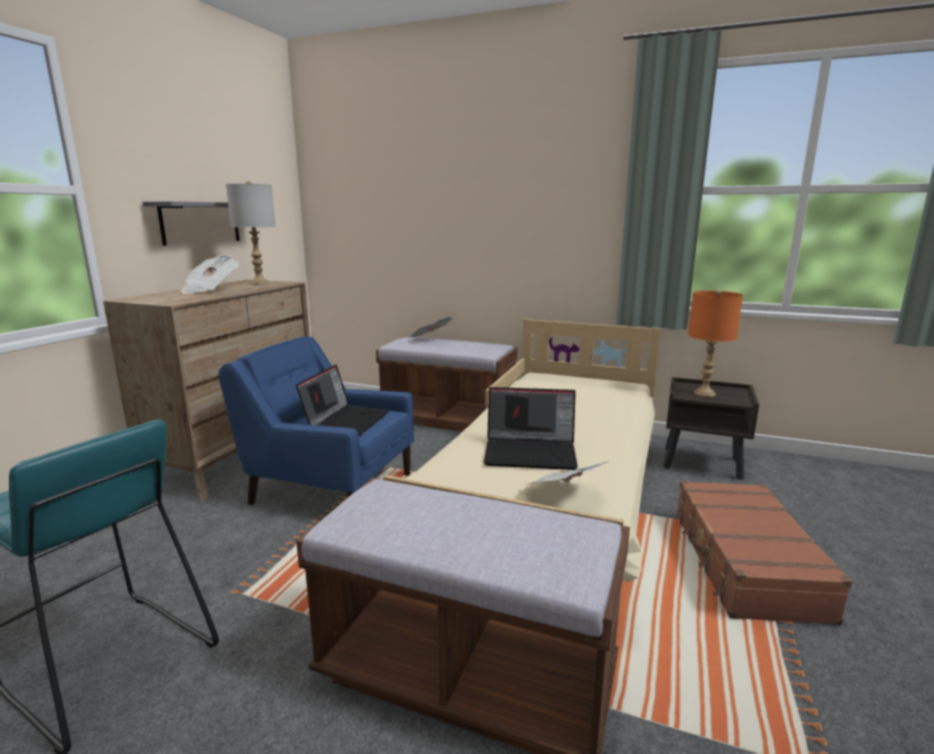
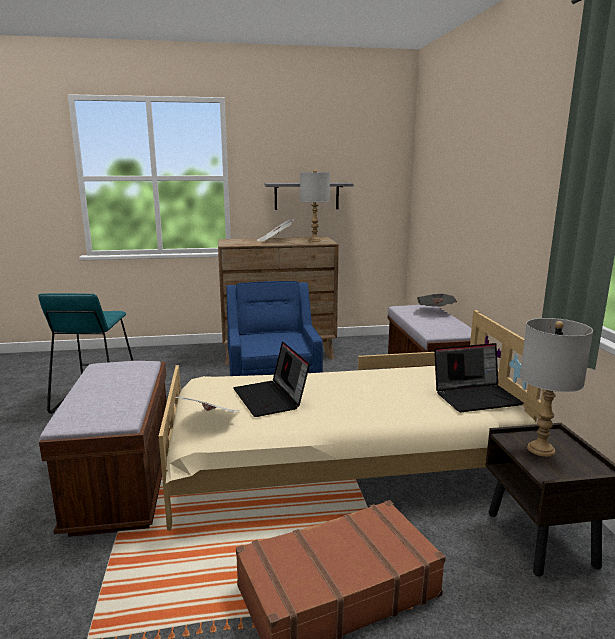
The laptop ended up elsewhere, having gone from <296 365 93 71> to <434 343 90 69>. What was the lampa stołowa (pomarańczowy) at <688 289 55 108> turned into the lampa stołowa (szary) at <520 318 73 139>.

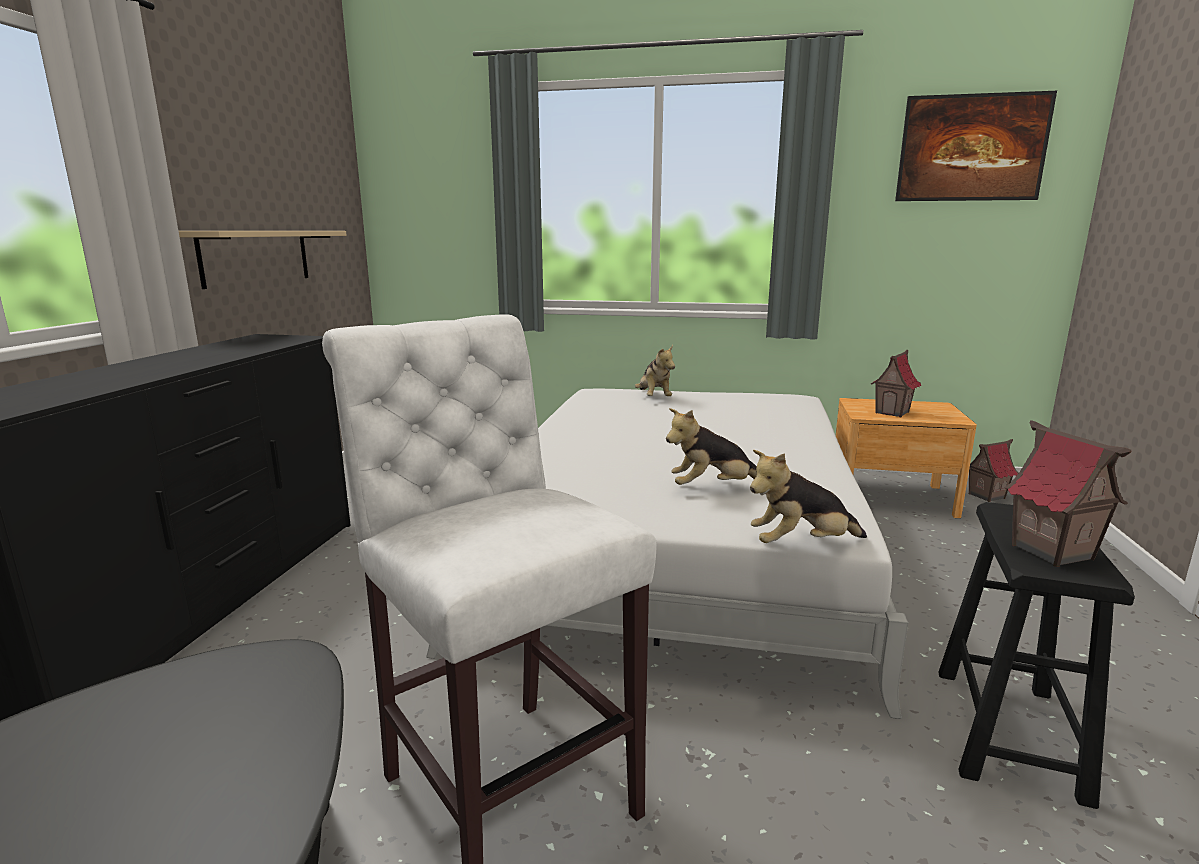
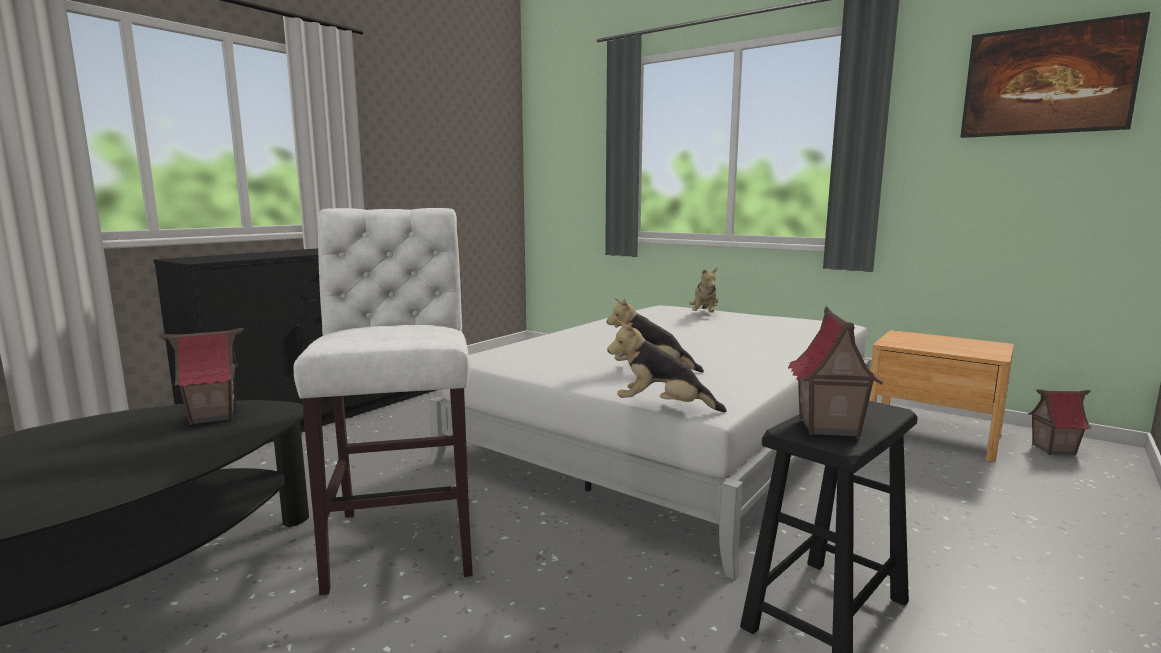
The second view lost the półka (beżowy) at <179 231 168 58>. The domek ended up elsewhere, having gone from <871 350 50 67> to <159 328 85 97>.

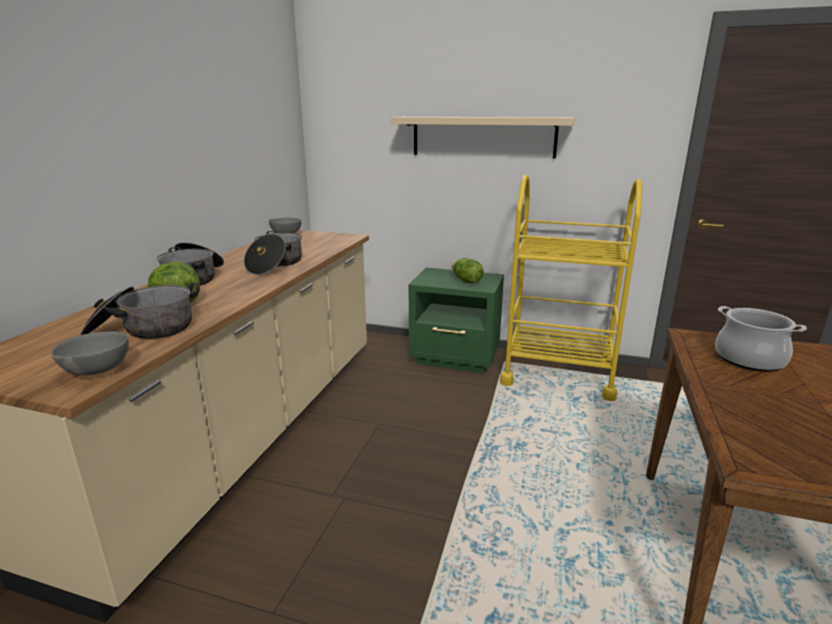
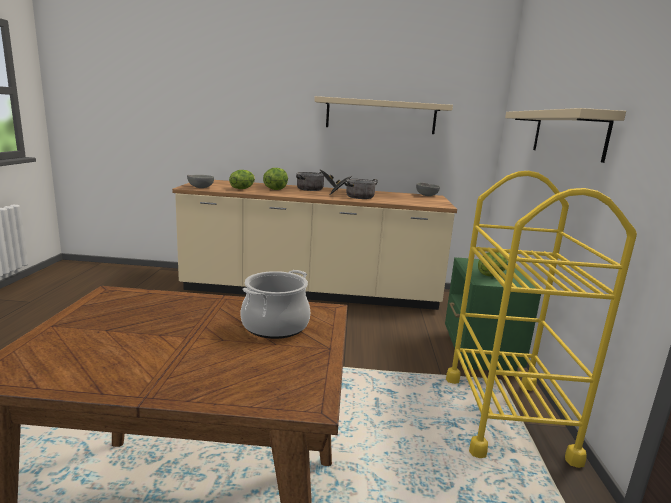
The second view gained the półka (beżowy) at <314 96 139 38>. Where the garnek stood at <81 282 118 57>, the sałata came to stand at <229 170 26 19>.

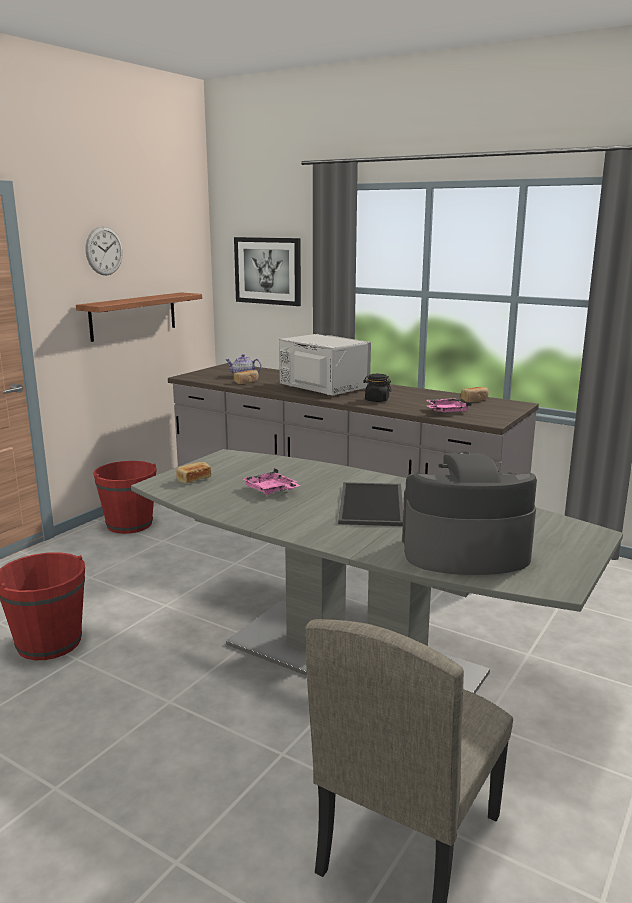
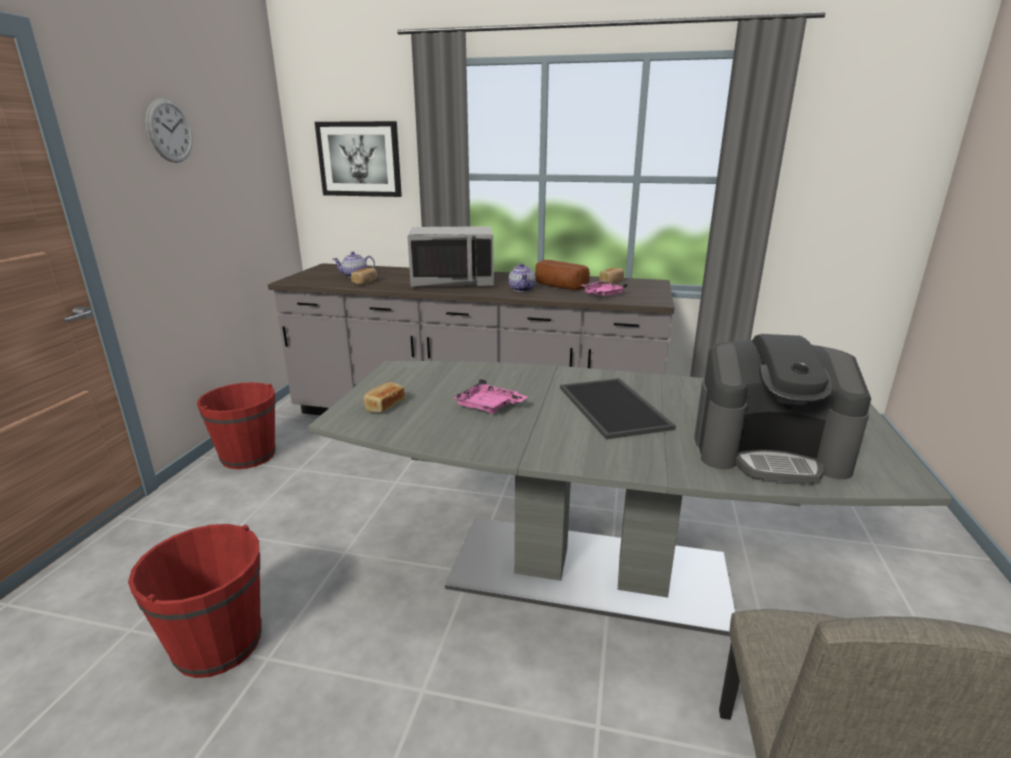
The second view lost the półka at <76 292 126 50>. The second view gained the chleb at <535 260 55 30>. Where the słoik (czarny) stood at <363 374 29 28>, the imbryk came to stand at <509 263 27 29>. The mikrofalówka (szary) at <279 334 92 62> ended up facing another way, 150 degrees clockwise from before. The ekspres do kawy at <402 452 135 123> ended up facing another way, 150 degrees counterclockwise from before.

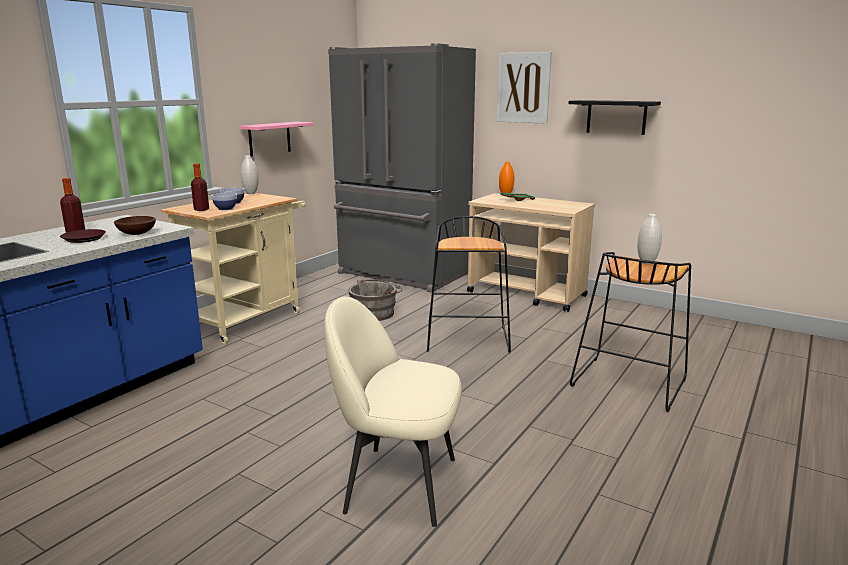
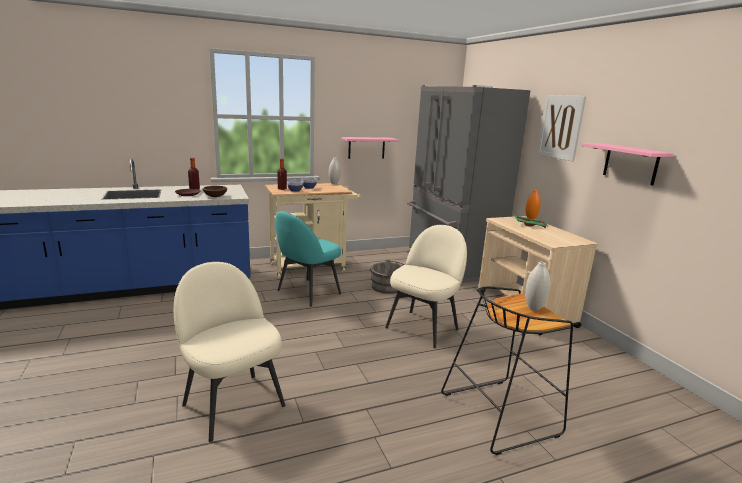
The second view gained the krzesło (turkusowy) at <276 211 65 96>. Where the stołek (czarny) stood at <427 216 84 137>, the krzesło (beżowy) came to stand at <385 225 82 123>. What was the półka (czarny) at <569 100 92 35> turned into the półka (różowy) at <581 143 93 42>.

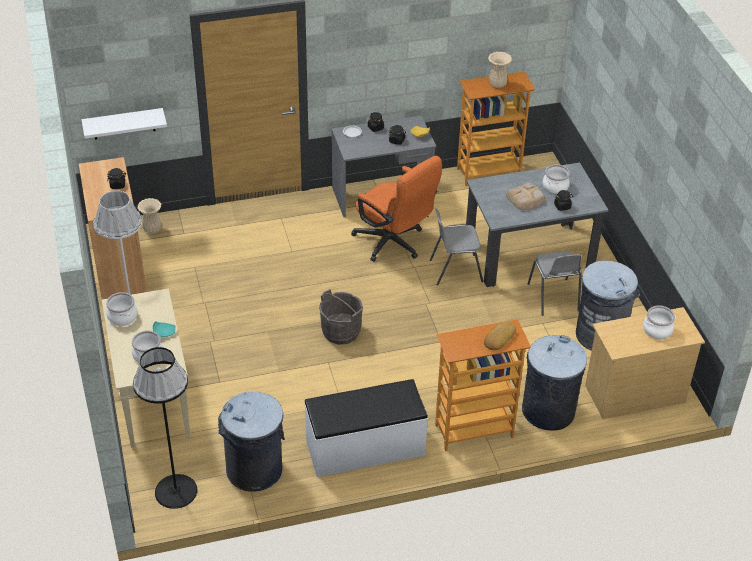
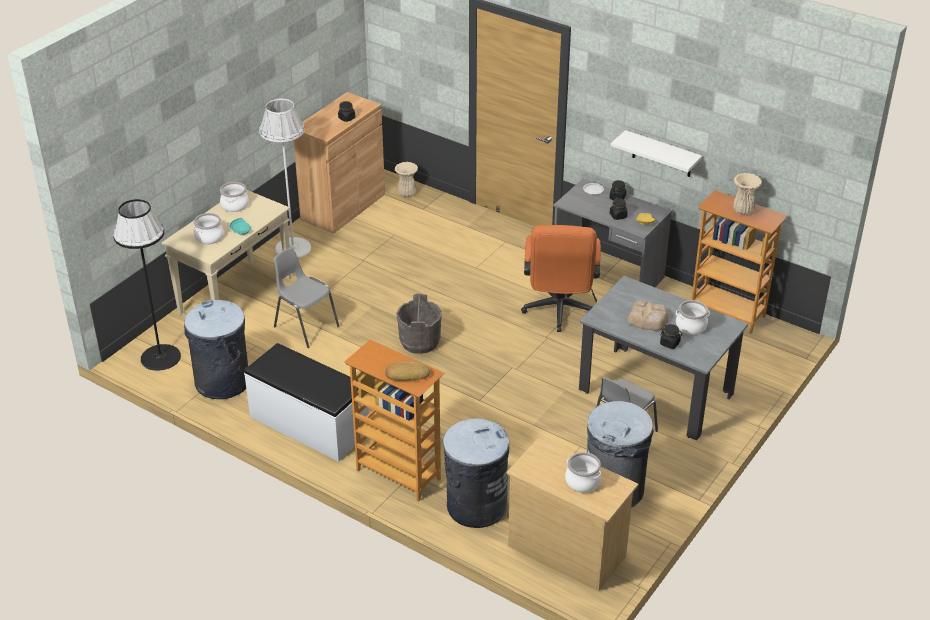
The półka (biały) ended up elsewhere, having gone from <81 108 86 32> to <611 130 91 47>. The krzesło (szary) ended up elsewhere, having gone from <430 209 53 77> to <274 248 66 100>.

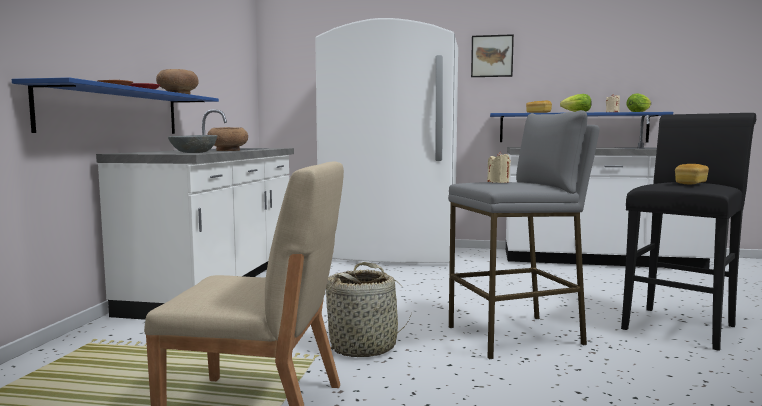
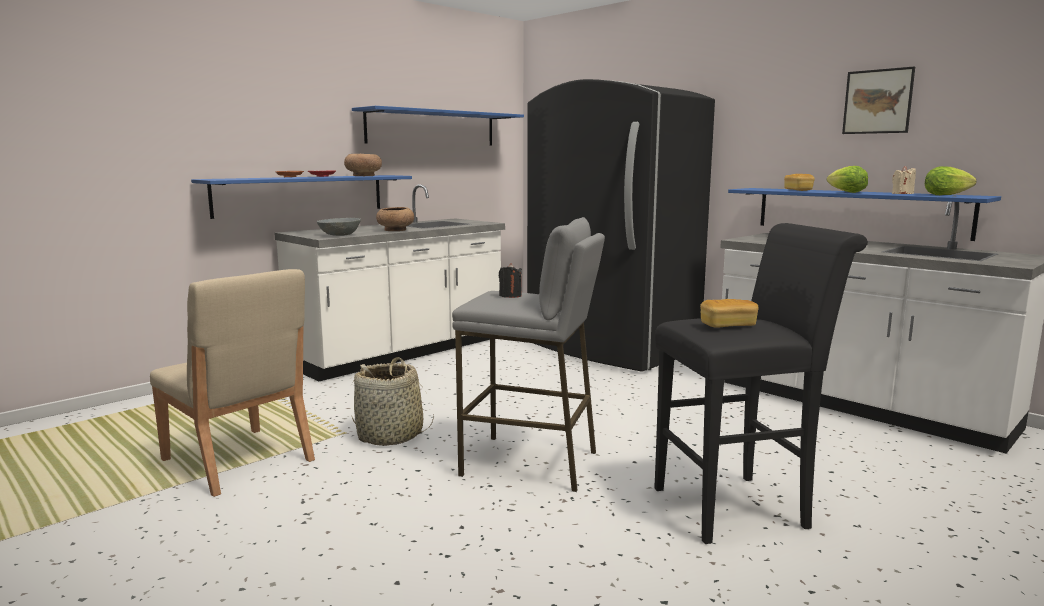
The second view gained the półka (niebieski) at <352 106 172 40>. The obraz ended up elsewhere, having gone from <471 34 43 43> to <842 67 73 67>. What was the lodówka (biały) at <315 18 143 245> turned into the lodówka (czarny) at <527 79 188 293>. What was the świeca (beżowy) at <487 152 24 31> turned into the świeca (czarny) at <499 263 23 35>.

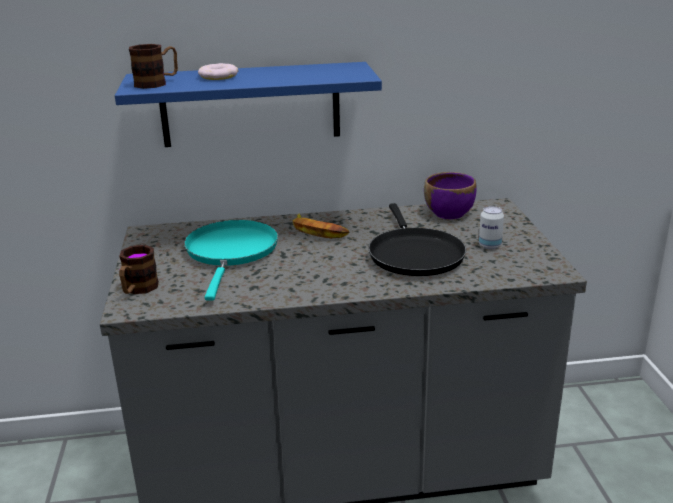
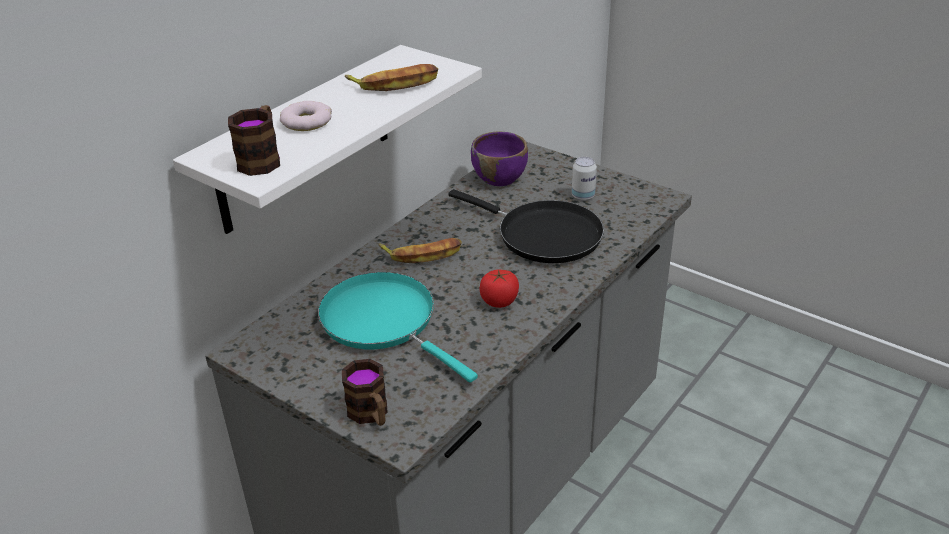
The second view gained the banan at <345 64 93 27>. The second view gained the pomidor at <480 270 39 38>. What was the półka (niebieski) at <115 62 267 85> turned into the półka (biały) at <173 45 309 189>.

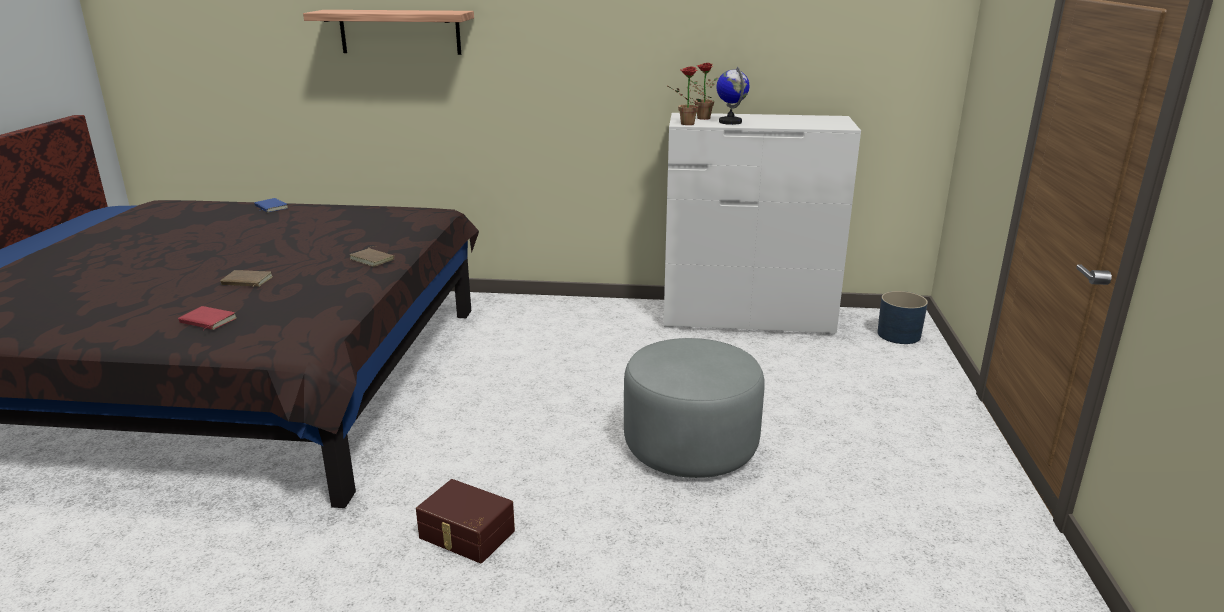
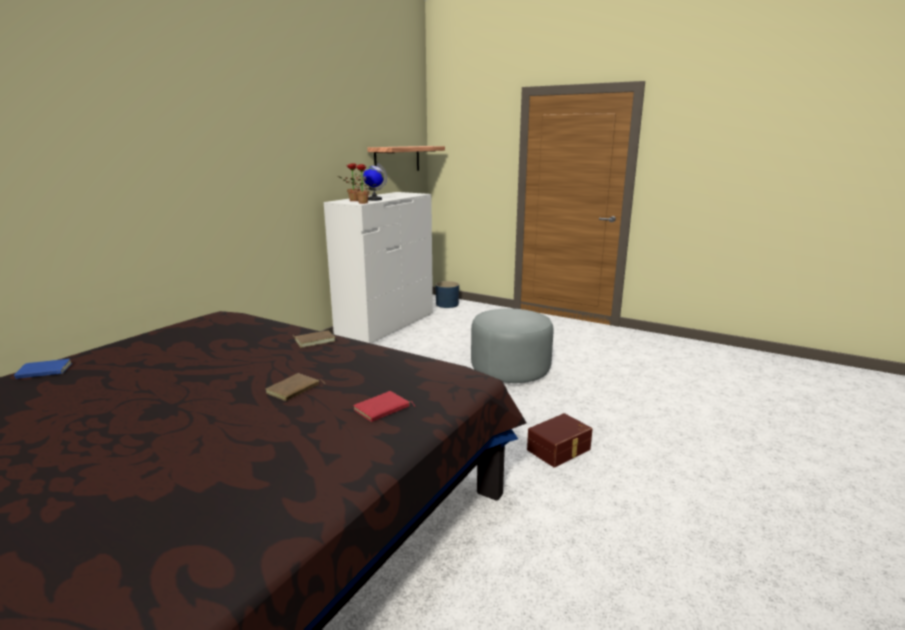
The półka ended up elsewhere, having gone from <303 10 171 45> to <367 146 78 25>.

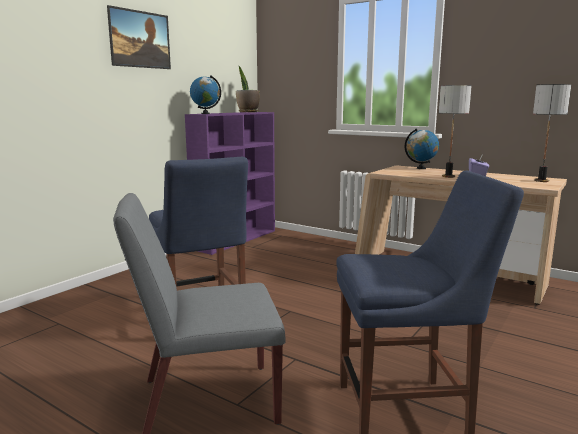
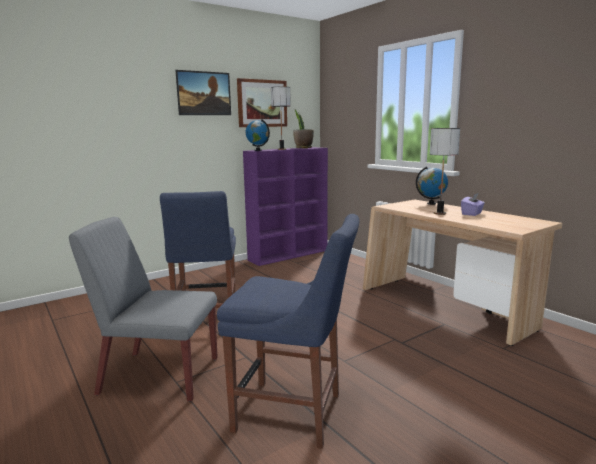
The second view gained the obraz at <237 78 50 49>. The lampa stołowa ended up elsewhere, having gone from <533 84 39 98> to <271 87 20 63>.

